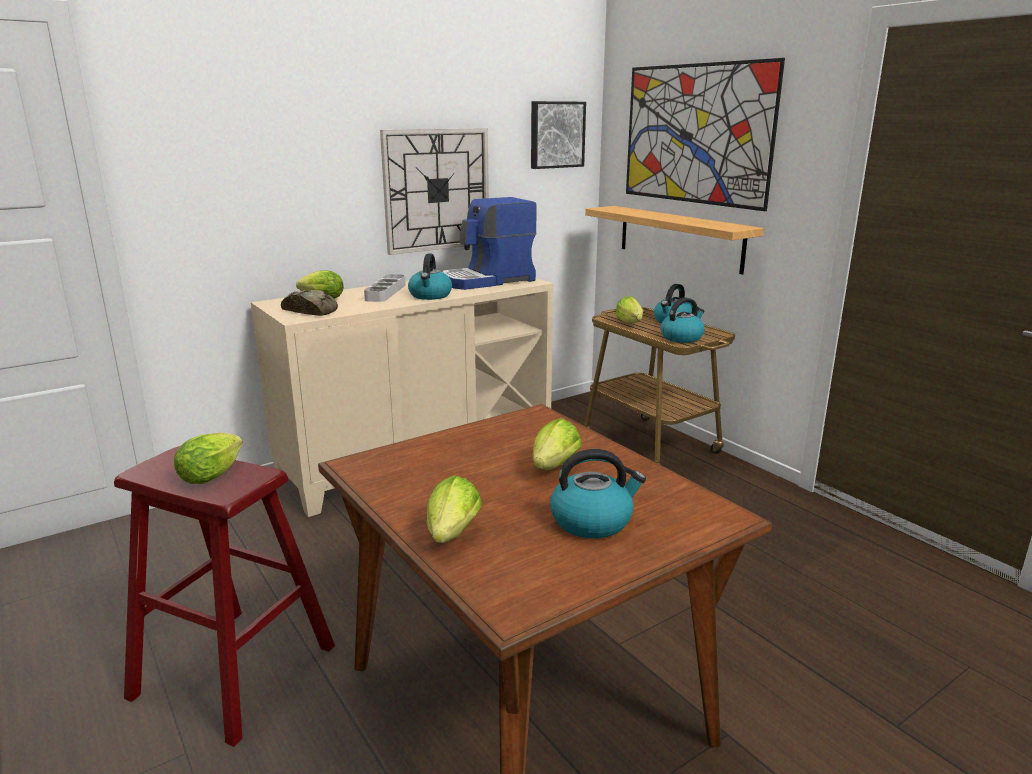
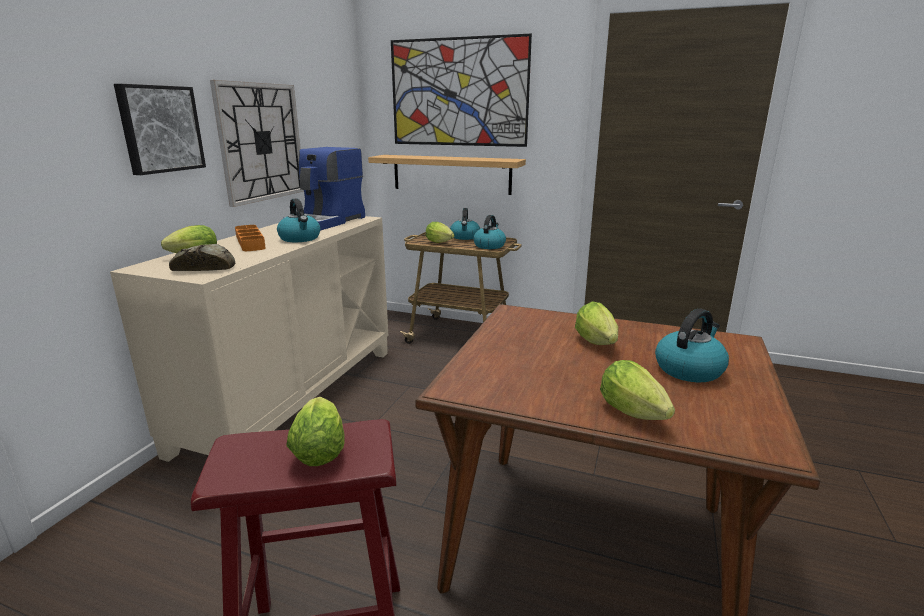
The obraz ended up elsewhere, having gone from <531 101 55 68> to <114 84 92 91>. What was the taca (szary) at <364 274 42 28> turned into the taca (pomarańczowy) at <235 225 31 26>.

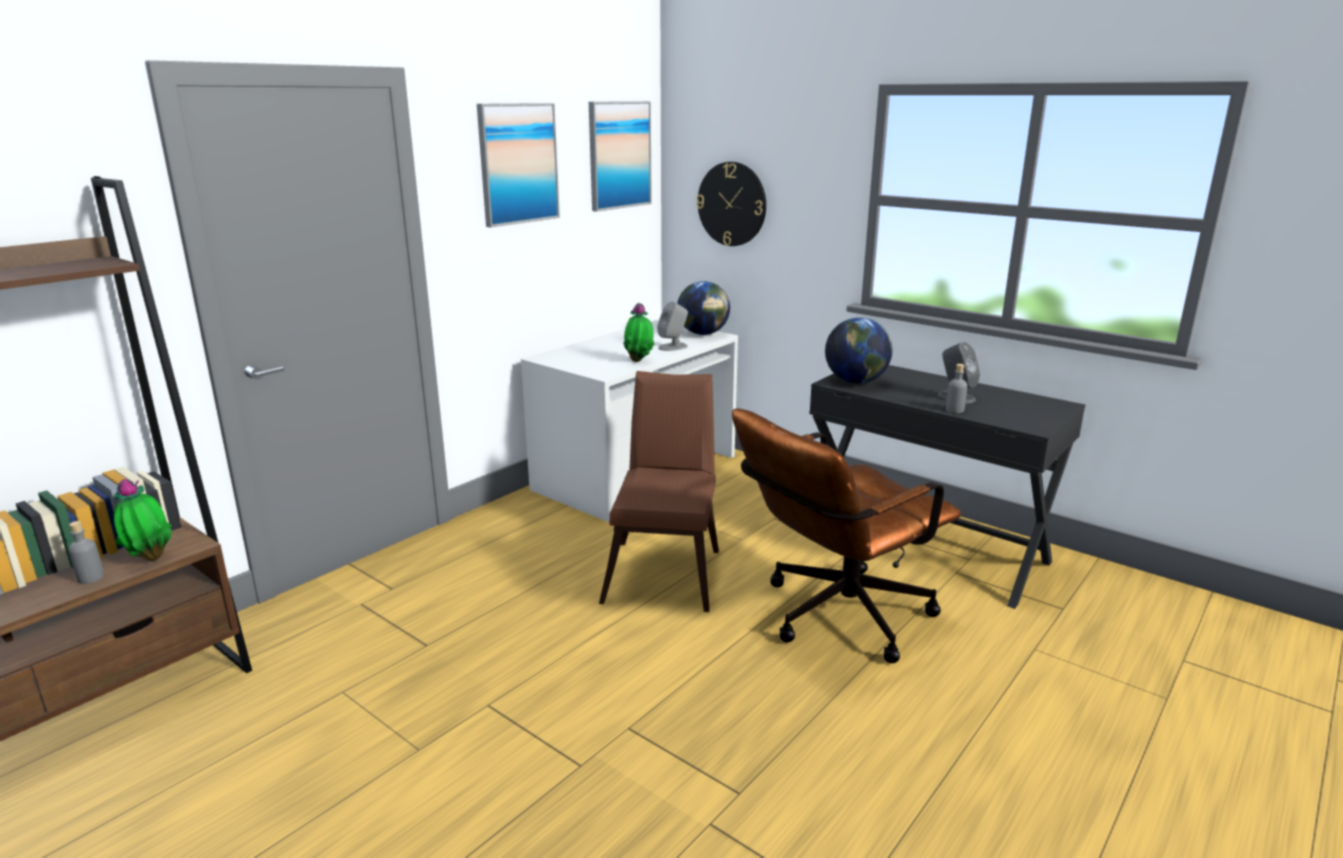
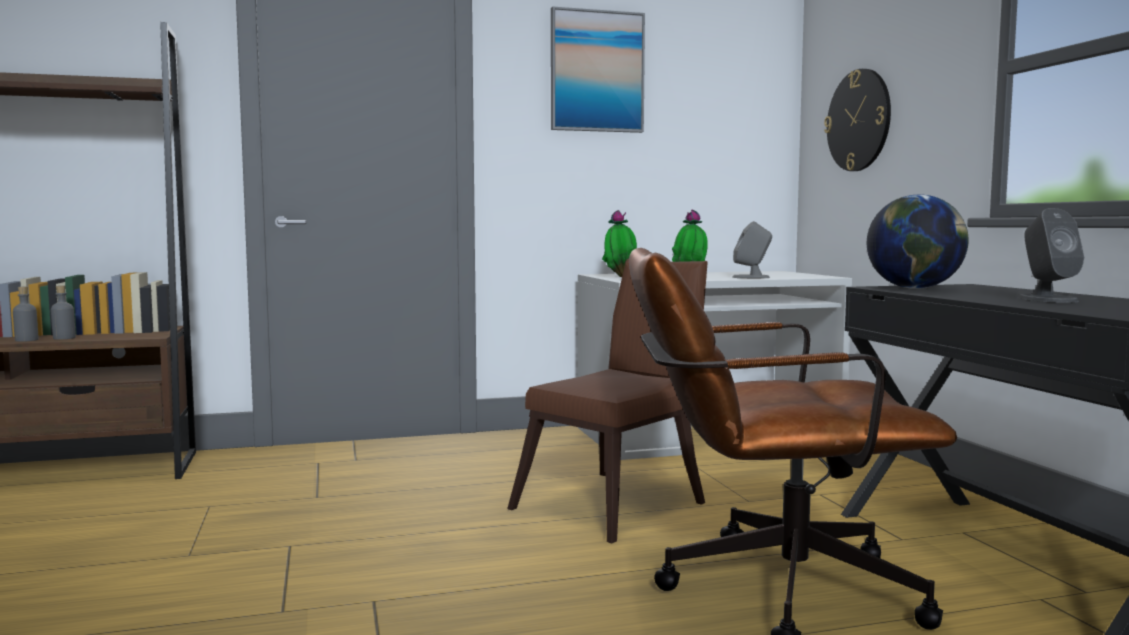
The second view lost the obraz at <589 101 63 111>. The second view lost the globus at <677 281 53 54>. The roślina doniczkowa ended up elsewhere, having gone from <114 479 58 82> to <602 210 35 67>. The butelka (szary) ended up elsewhere, having gone from <946 364 21 49> to <13 287 25 55>.

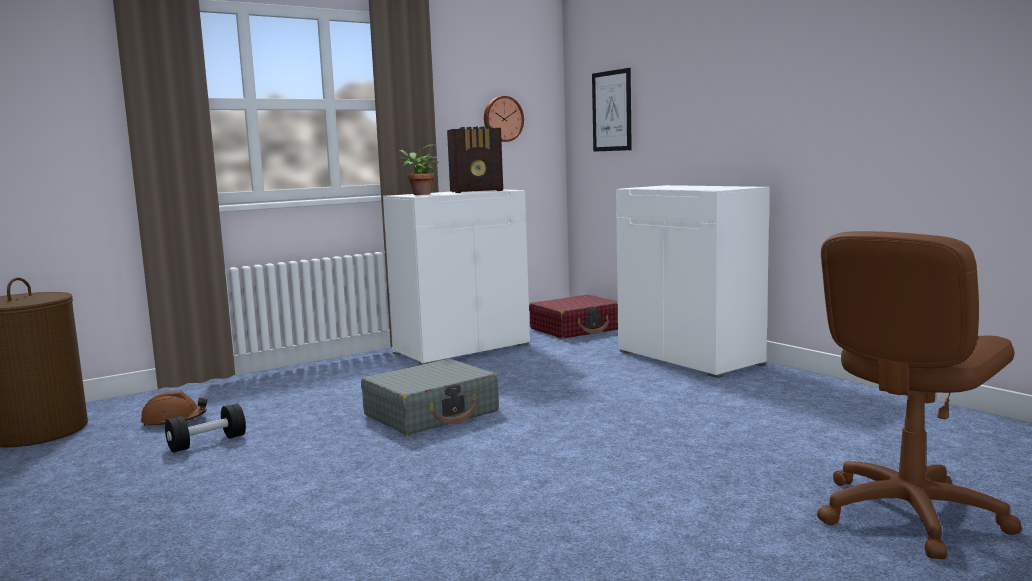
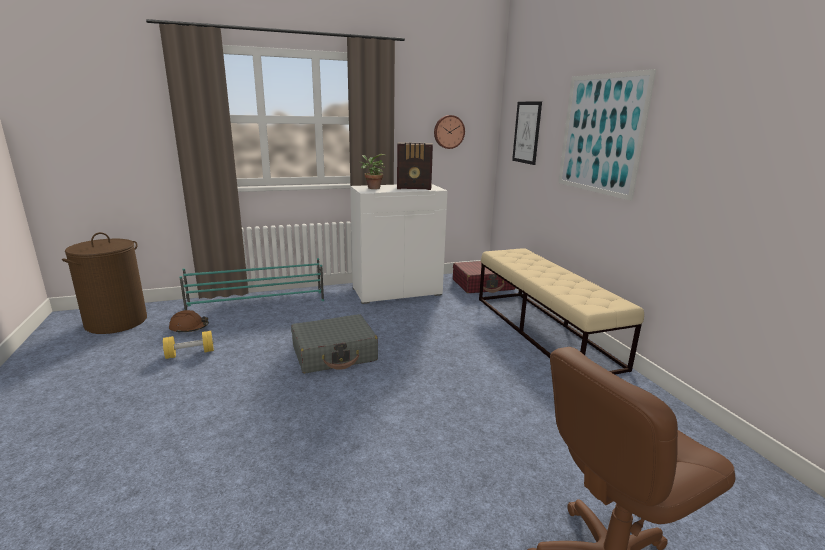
The second view gained the regał na buty (turkusowy) at <180 258 144 52>. The second view gained the obraz at <558 69 98 132>. Where the szafka (biały) stood at <616 185 154 193>, the ławka (beżowy) came to stand at <479 248 165 127>. What was the hantel (czarny) at <165 404 81 49> turned into the hantel (żółty) at <163 331 51 28>.

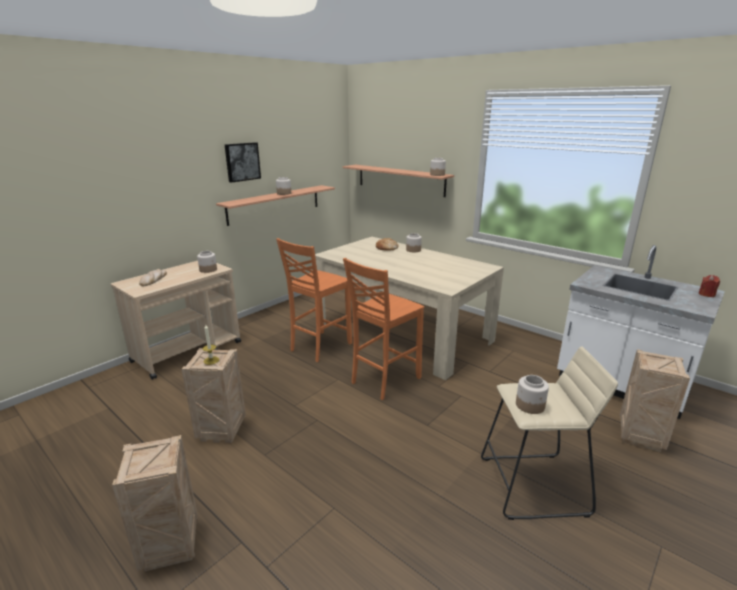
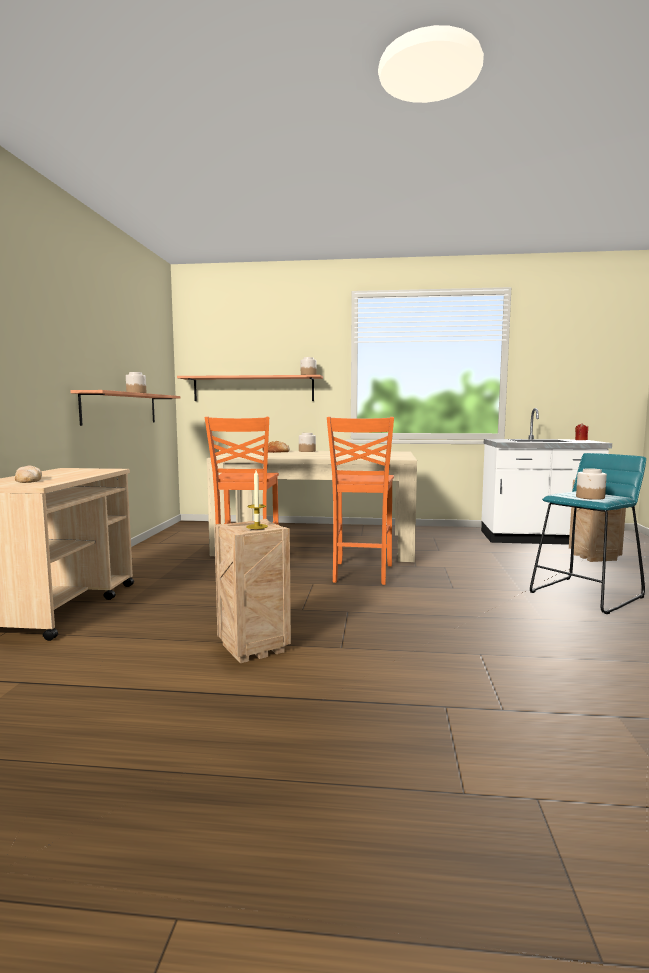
The second view lost the skrzynka at <112 435 86 136>. The second view lost the słoik at <197 251 20 22>. The second view lost the obraz at <225 142 36 41>. What was the stołek (beżowy) at <481 346 137 174> turned into the stołek (turkusowy) at <530 453 116 161>.

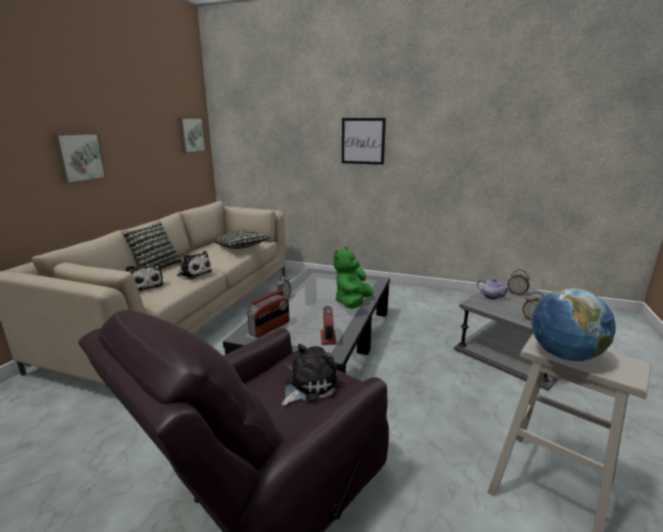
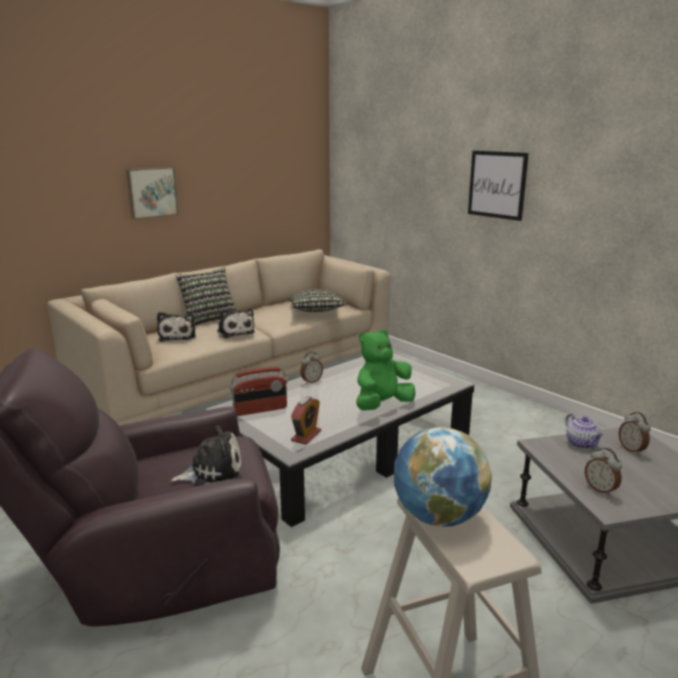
The second view lost the obraz at <178 118 28 35>.

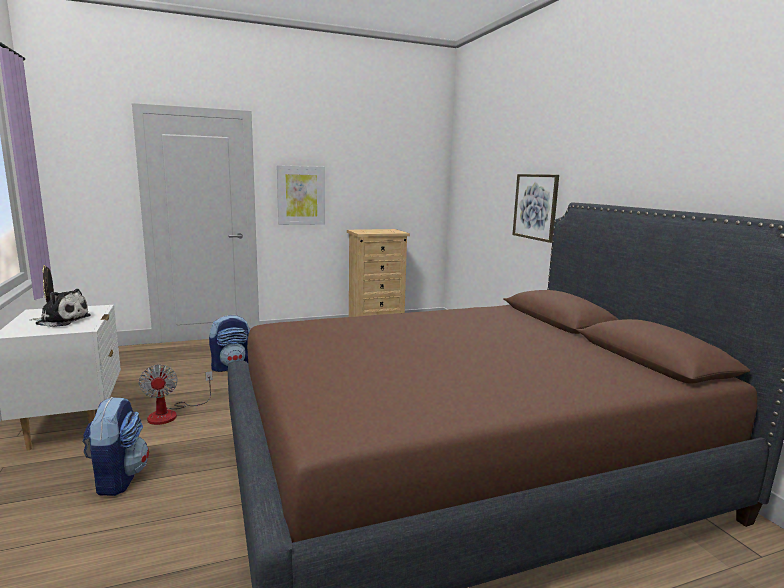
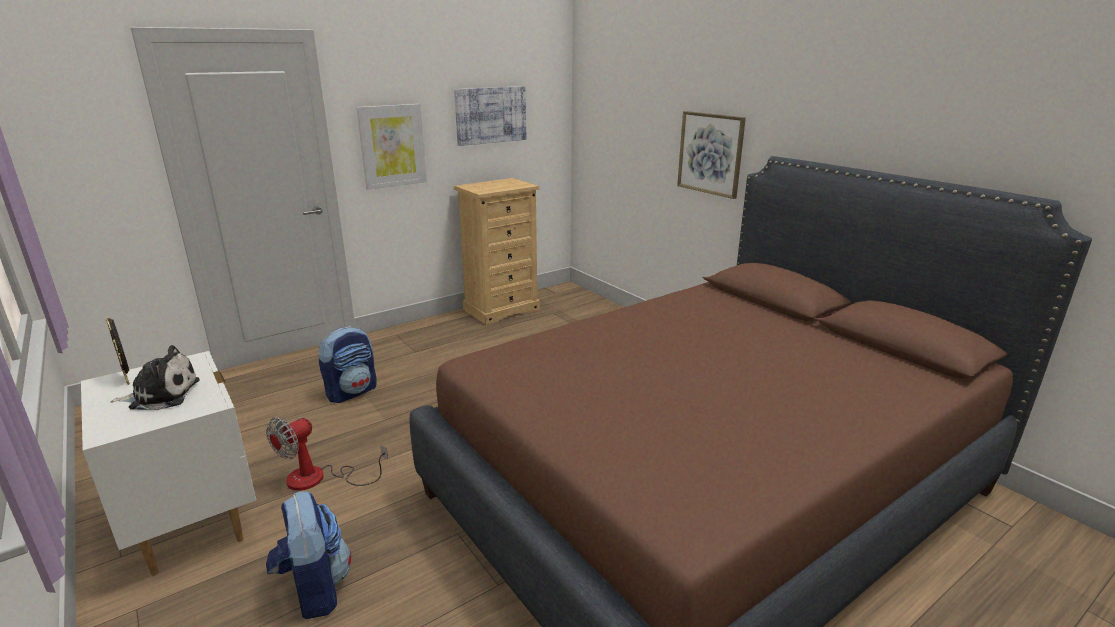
The second view gained the obraz at <454 86 72 60>. The wentylator at <138 364 75 61> ended up facing another way, 75 degrees clockwise from before.

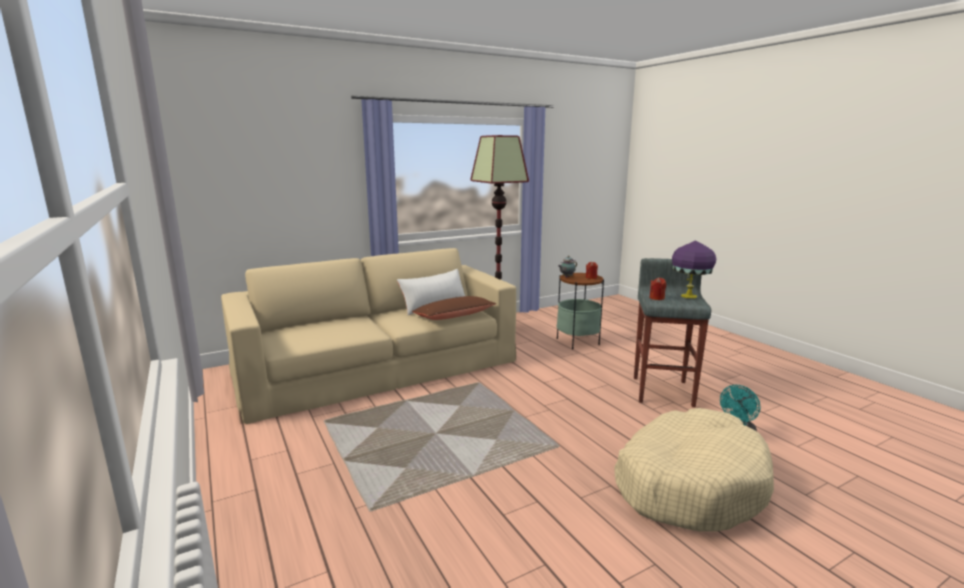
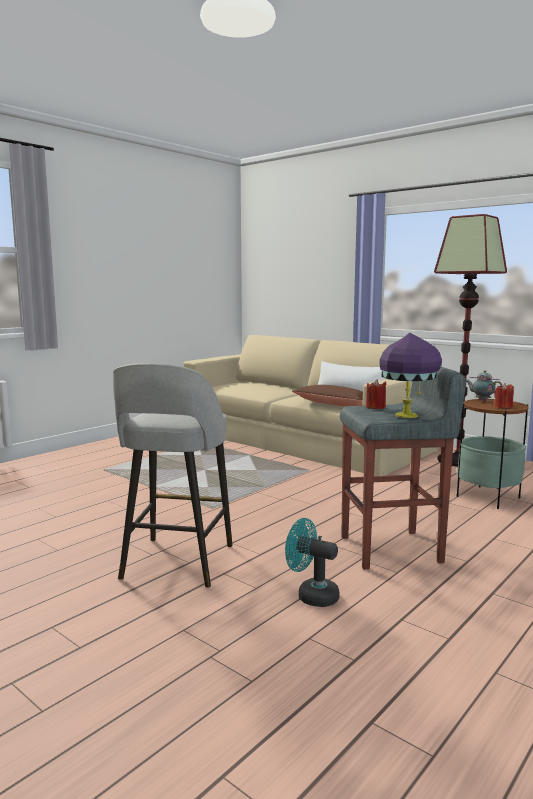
Where the legowisko (beżowy) stood at <614 408 160 124>, the stołek (szary) came to stand at <113 363 120 225>.

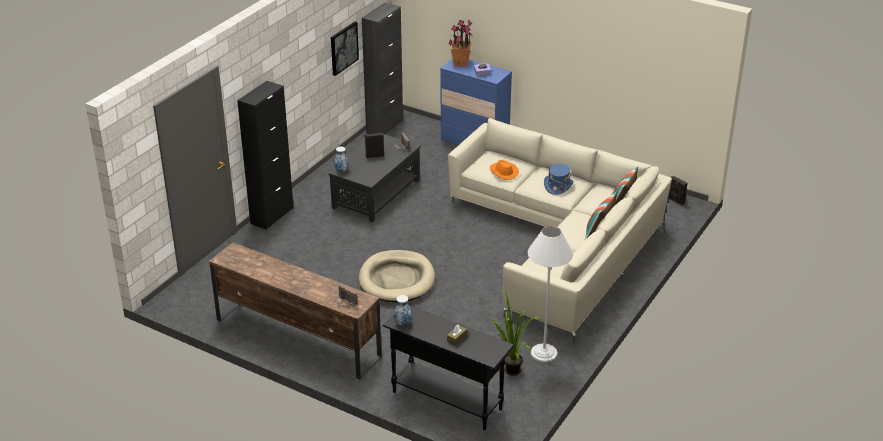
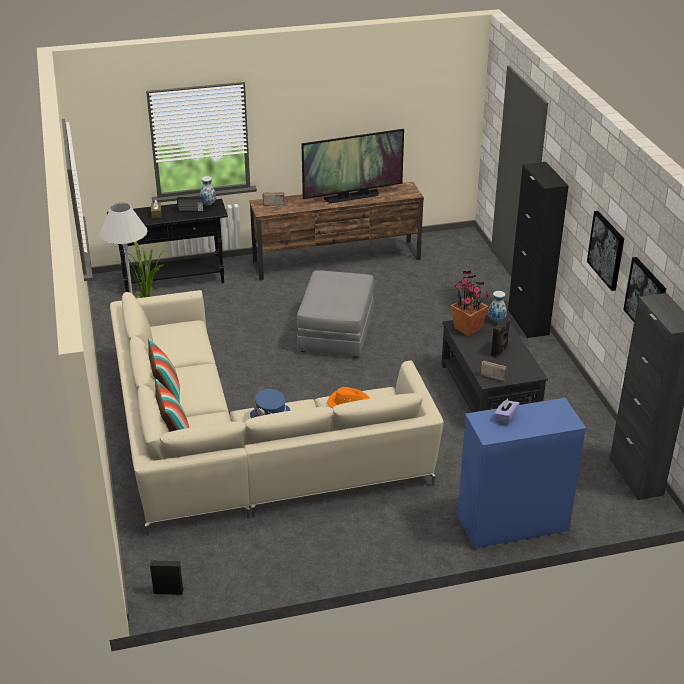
The second view gained the radio at <177 197 27 15>. The second view gained the telewizor at <301 129 103 74>. The second view gained the obraz at <587 211 37 80>. The roślina doniczkowa ended up elsewhere, having gone from <449 20 24 47> to <450 271 39 65>. Where the legowisko (beżowy) stood at <359 250 76 53>, the pufa (szary) came to stand at <297 270 77 87>.

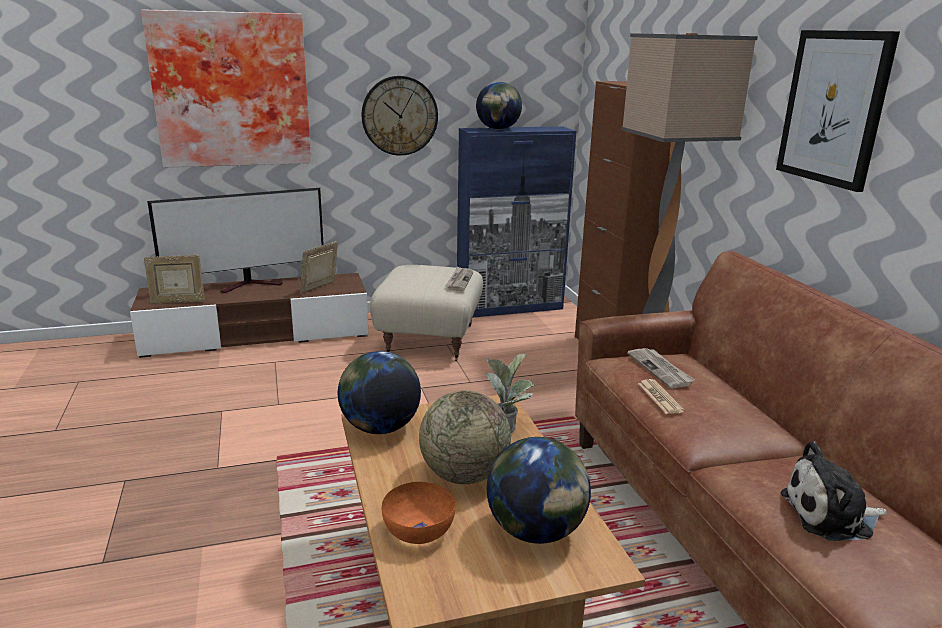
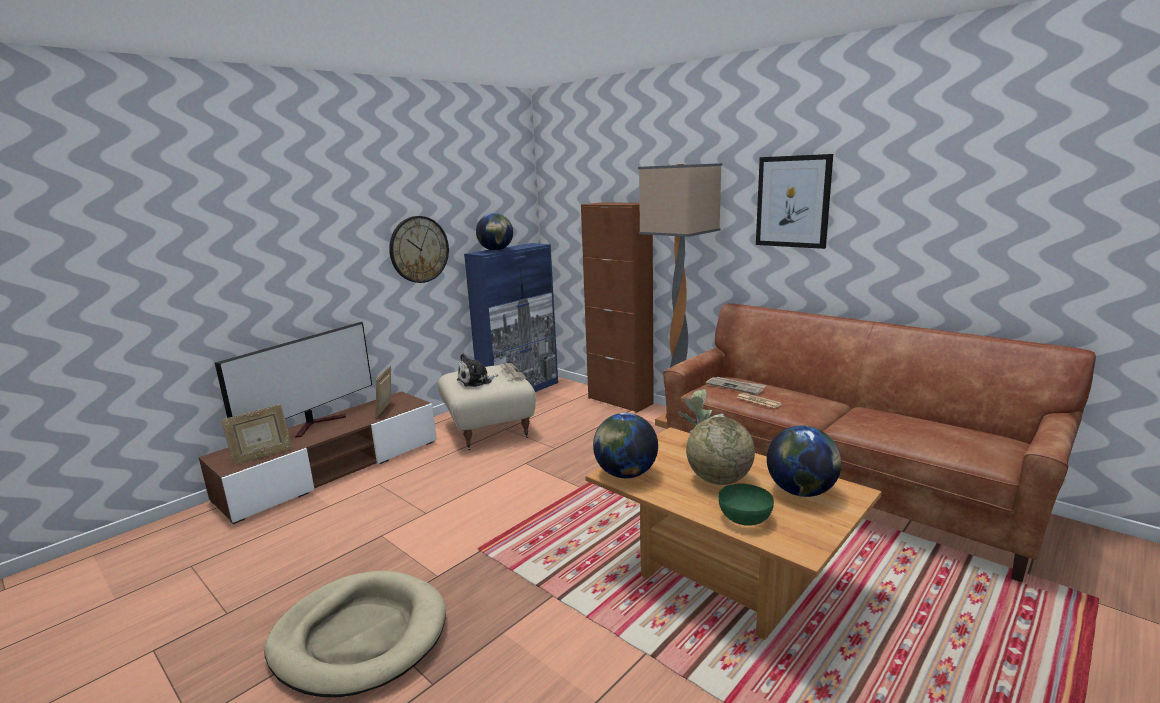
The second view lost the obraz at <141 9 170 159>. The second view gained the legowisko (beżowy) at <264 571 182 126>. The pluszak ended up elsewhere, having gone from <780 441 107 100> to <457 353 41 34>. What was the miska (pomarańczowy) at <382 482 74 62> turned into the miska (zielony) at <718 484 56 42>.

